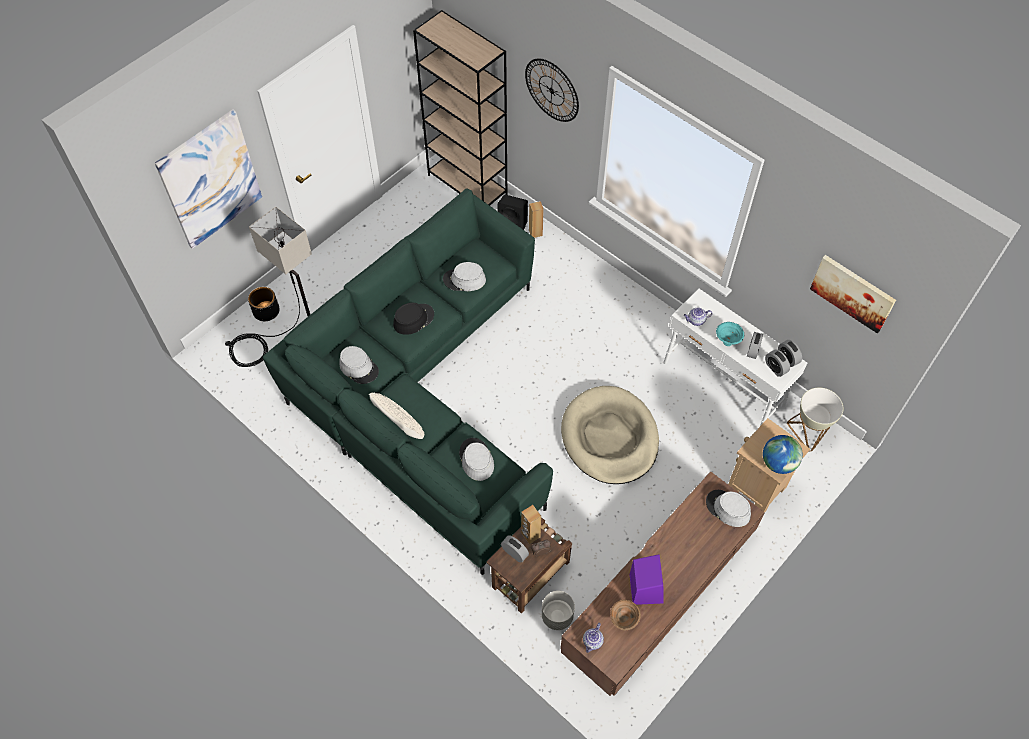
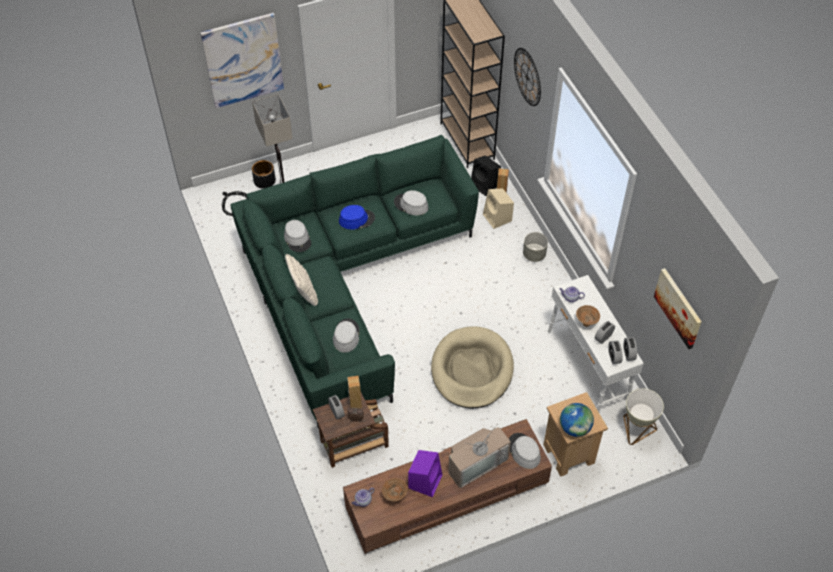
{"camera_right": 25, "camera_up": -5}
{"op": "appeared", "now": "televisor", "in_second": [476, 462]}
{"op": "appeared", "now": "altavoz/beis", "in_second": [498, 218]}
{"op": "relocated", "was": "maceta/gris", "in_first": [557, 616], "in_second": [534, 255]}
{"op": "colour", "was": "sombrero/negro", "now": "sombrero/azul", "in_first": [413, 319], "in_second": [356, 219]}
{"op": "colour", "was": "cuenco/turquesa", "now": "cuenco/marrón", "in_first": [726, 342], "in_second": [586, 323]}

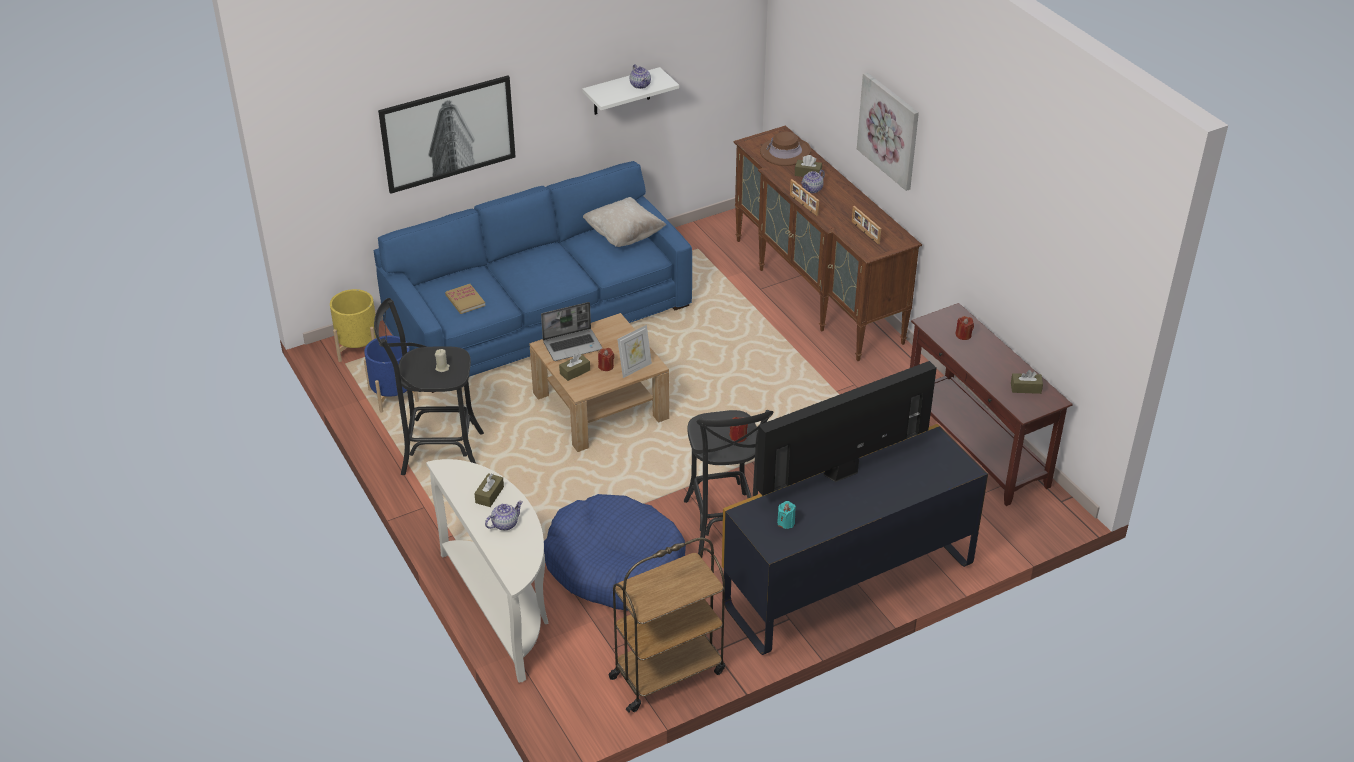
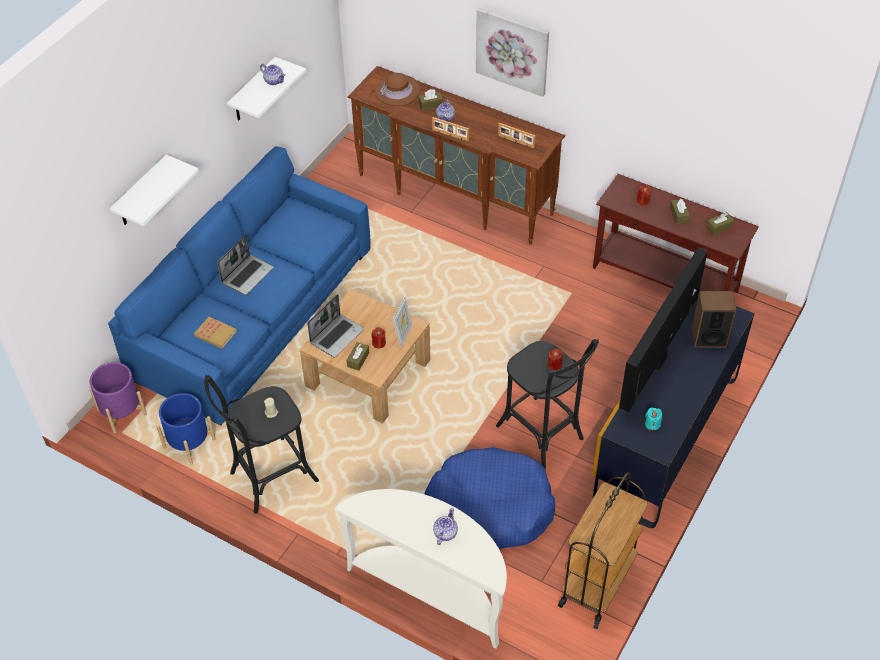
{"camera_right": -30, "camera_up": 10}
{"op": "missing", "was": "cojín/beis", "in_first": [624, 236]}
{"op": "appeared", "now": "portátil", "in_second": [247, 275]}
{"op": "appeared", "now": "altavoz", "in_second": [708, 337]}
{"op": "relocated", "was": "caja de pañuelos/marrón", "in_first": [489, 495], "in_second": [679, 215]}
{"op": "exchanged", "was": "cuadro", "now": "estante/blanco", "in_first": [448, 133], "in_second": [141, 193]}
{"op": "colour", "was": "maceta/amarillo", "now": "maceta/morado", "in_first": [358, 348], "in_second": [122, 412]}

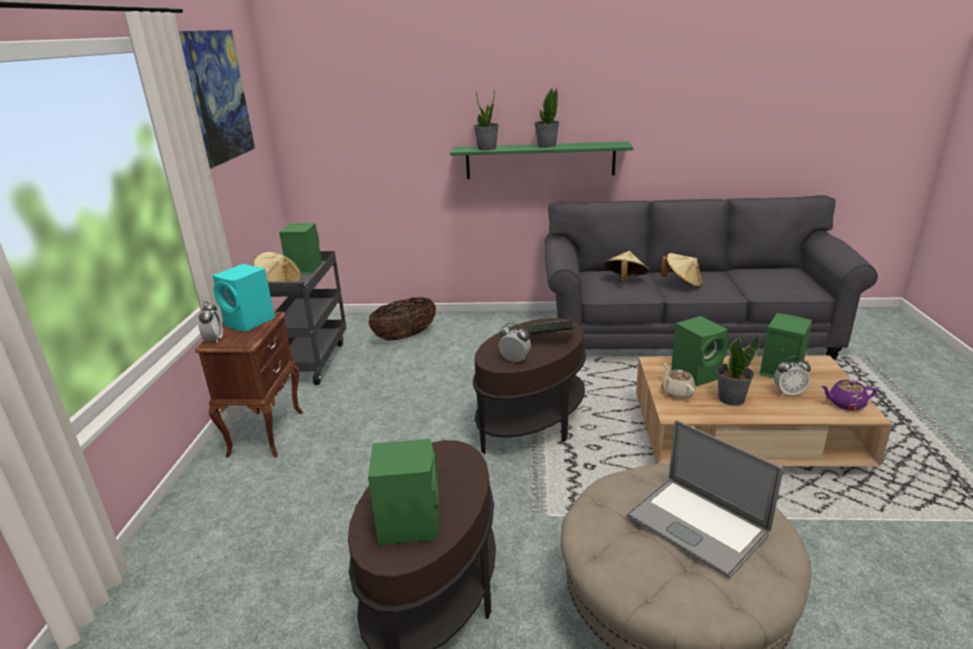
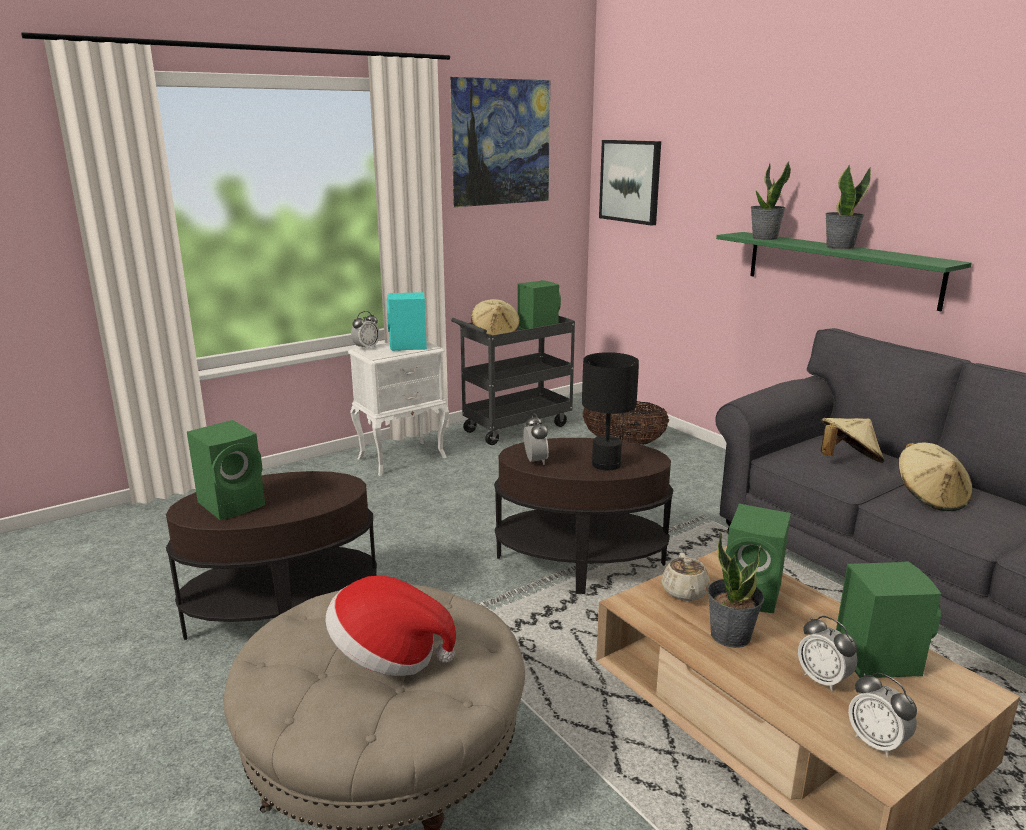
{"camera_right": 50, "camera_up": -5}
{"op": "appeared", "now": "cuadro", "in_second": [630, 181]}
{"op": "exchanged", "was": "libro", "now": "lámpara de mesa/negro", "in_first": [551, 340], "in_second": [606, 464]}
{"op": "exchanged", "was": "portátil", "now": "sombrero", "in_first": [696, 525], "in_second": [388, 656]}
{"op": "exchanged", "was": "tetera/morado", "now": "despertador", "in_first": [845, 404], "in_second": [876, 742]}
{"op": "colour", "was": "mesita de noche/marrón", "now": "mesita de noche/blanco", "in_first": [266, 433], "in_second": [402, 458]}
{"op": "spun", "was": "tetera/beis", "in_first": [677, 392], "in_second": [684, 592], "clockwise": 150}

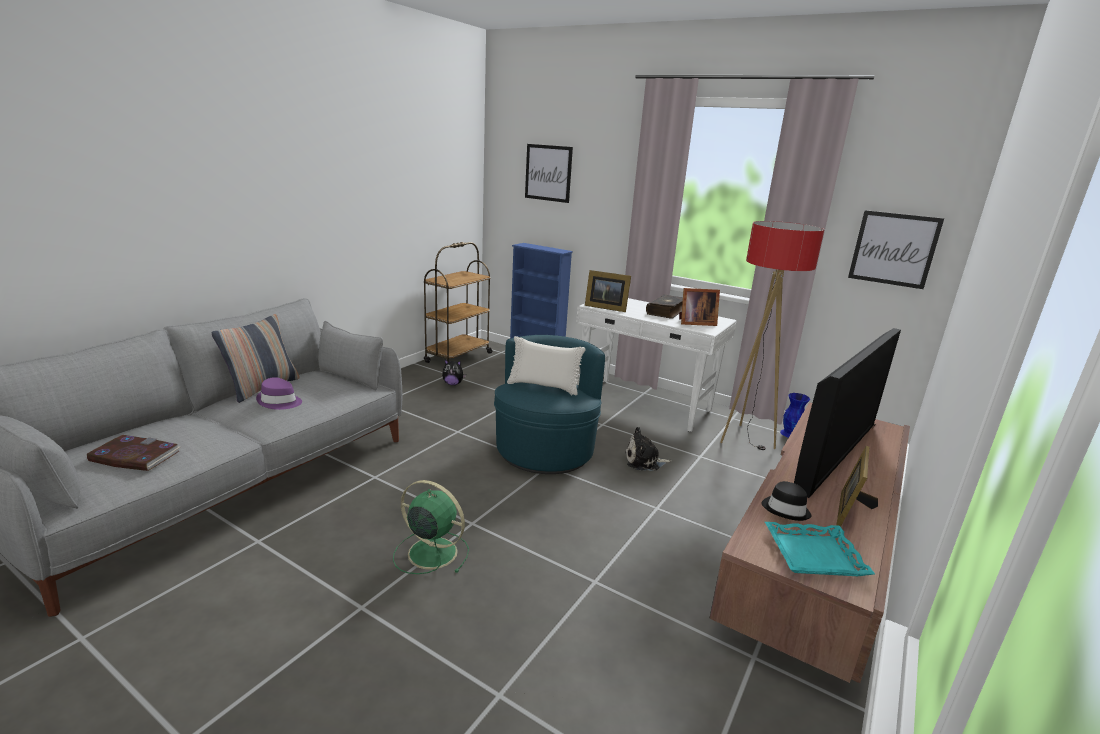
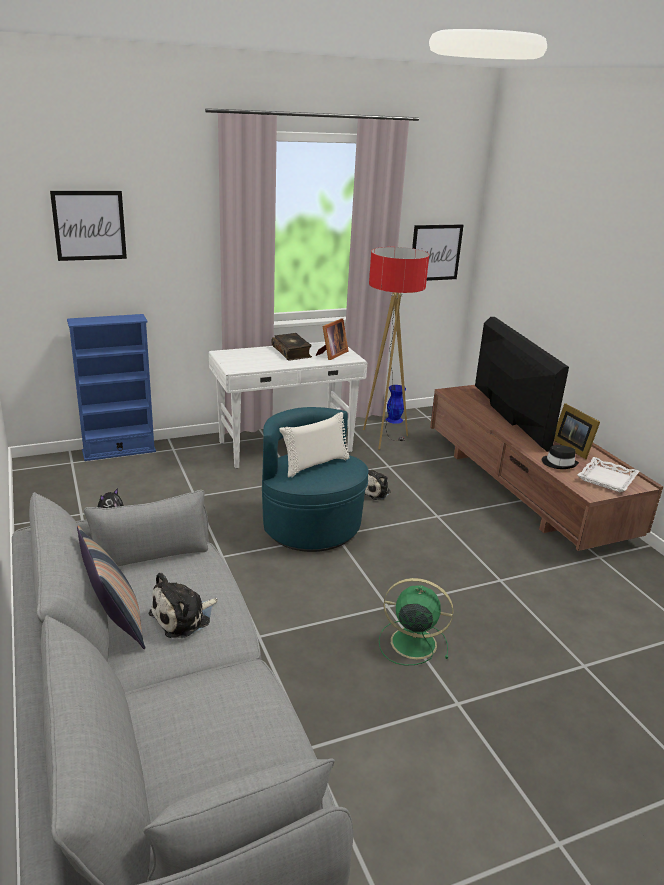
{"camera_right": -55, "camera_up": 5}
{"op": "missing", "was": "libro", "in_first": [134, 456]}
{"op": "missing", "was": "carrito/marrón", "in_first": [457, 358]}
{"op": "missing", "was": "portarretratos", "in_first": [605, 307]}
{"op": "exchanged", "was": "sombrero/morado", "now": "peluche", "in_first": [279, 402], "in_second": [183, 617]}
{"op": "colour", "was": "bandeja/turquesa", "now": "bandeja/blanco", "in_first": [814, 555], "in_second": [607, 479]}
{"op": "spun", "was": "ventilador/verde", "in_first": [430, 552], "in_second": [411, 642], "clockwise": 45}

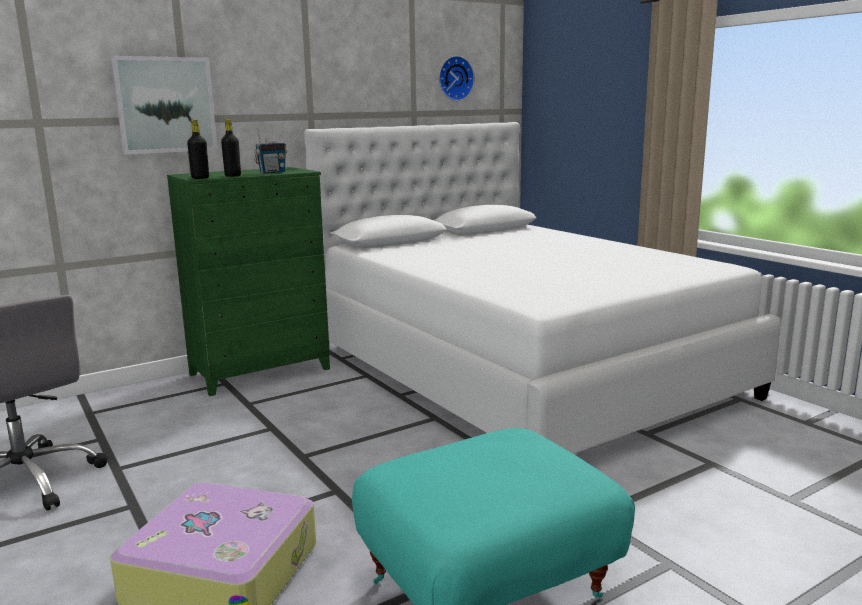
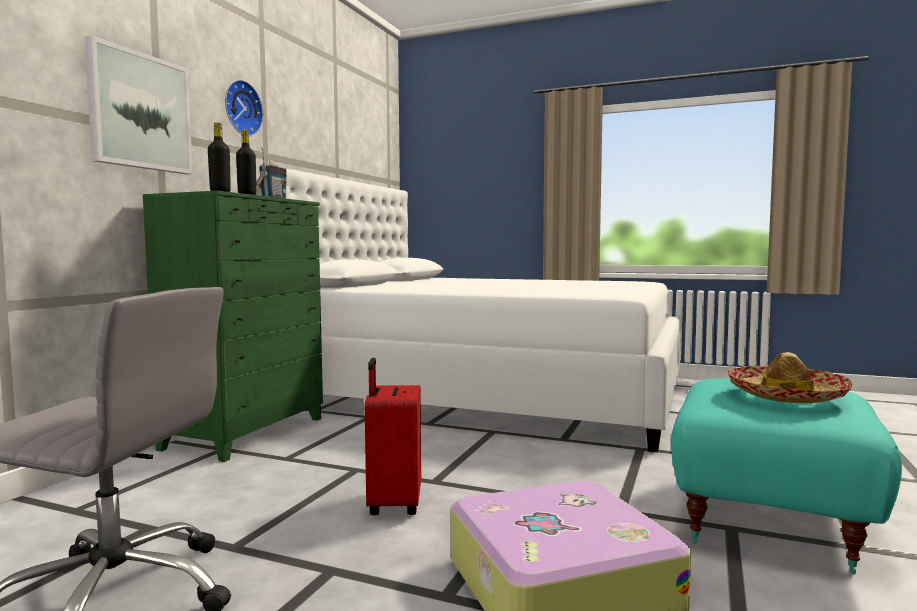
{"camera_right": -35, "camera_up": -10}
{"op": "appeared", "now": "maleta/rojo", "in_second": [393, 504]}
{"op": "appeared", "now": "sombrero", "in_second": [785, 396]}
{"op": "relocated", "was": "reloj de pared", "in_first": [454, 78], "in_second": [241, 108]}

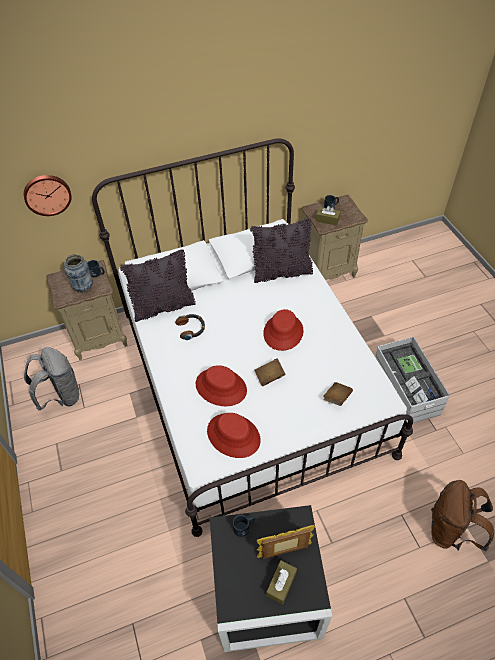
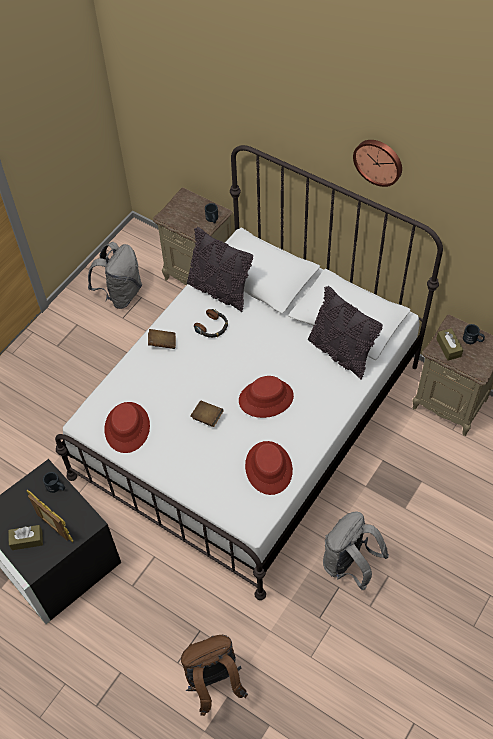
{"camera_right": 55, "camera_up": 5}
{"op": "missing", "was": "florero", "in_first": [83, 288]}
{"op": "relocated", "was": "reloj de pared", "in_first": [47, 194], "in_second": [379, 161]}
{"op": "relocated", "was": "sombrero/rojo", "in_first": [221, 387], "in_second": [269, 468]}
{"op": "relocated", "was": "libro/marrón", "in_first": [337, 398], "in_second": [162, 343]}
{"op": "exchanged", "was": "caja de almacenaje/gris", "now": "mochila/gris", "in_first": [406, 389], "in_second": [349, 565]}

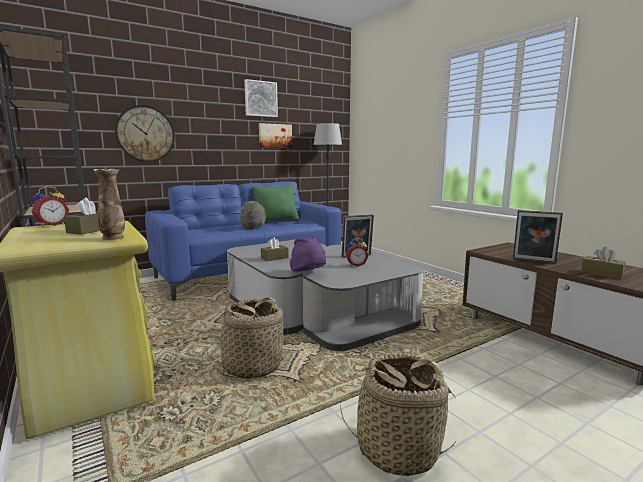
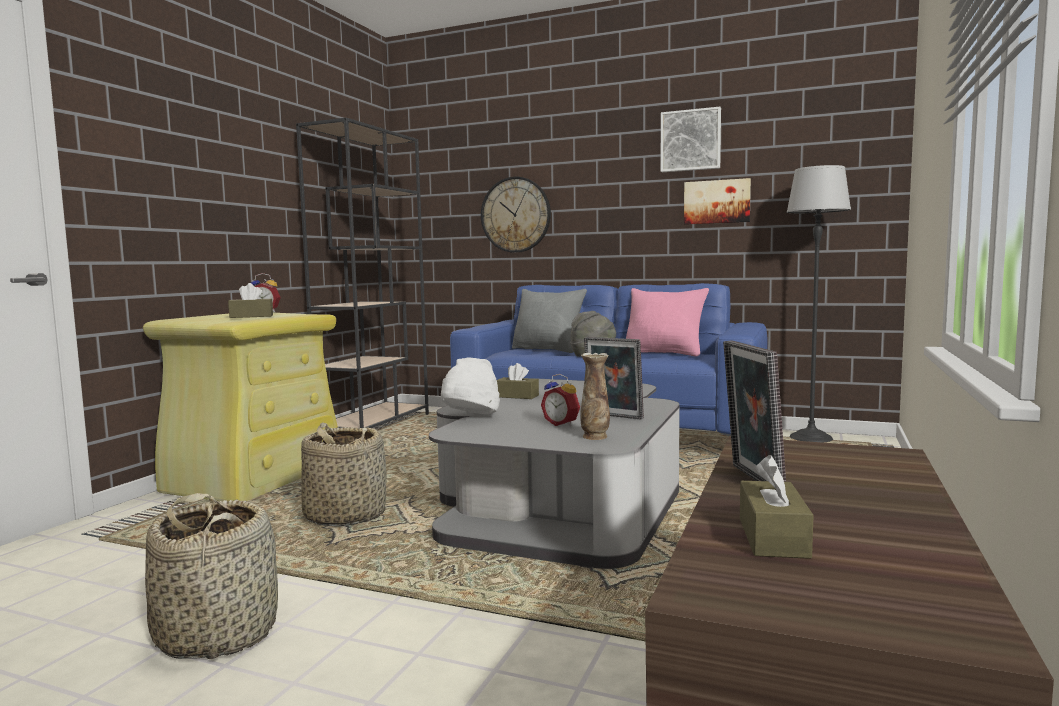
{"camera_right": 55, "camera_up": -5}
{"op": "appeared", "now": "cojín/gris", "in_second": [548, 350]}
{"op": "relocated", "was": "florero", "in_first": [113, 238], "in_second": [595, 437]}
{"op": "colour", "was": "cojín/verde", "now": "cojín/rosa", "in_first": [277, 221], "in_second": [664, 353]}
{"op": "colour", "was": "sombrero/morado", "now": "sombrero/blanco", "in_first": [309, 274], "in_second": [470, 418]}

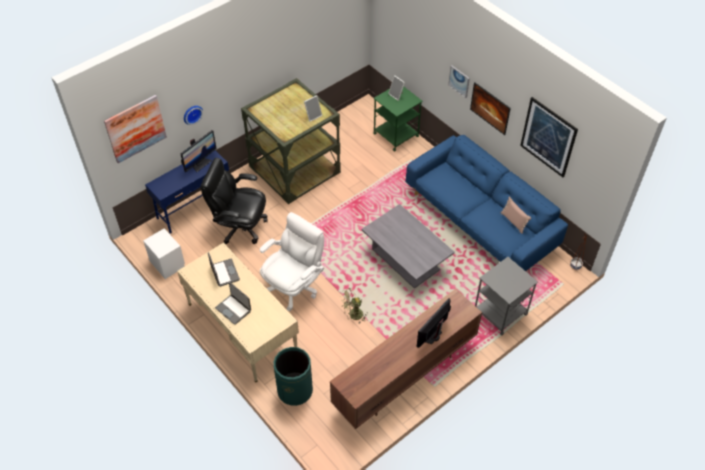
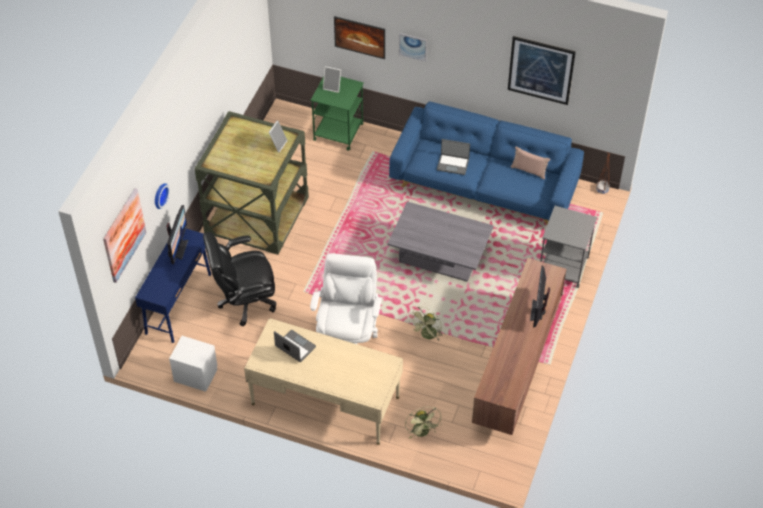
{"camera_right": -30, "camera_up": 0}
{"op": "relocated", "was": "portátil", "in_first": [234, 309], "in_second": [453, 164]}
{"op": "relocated", "was": "cuadro", "in_first": [489, 115], "in_second": [360, 44]}
{"op": "exchanged", "was": "papelera/verde", "now": "ventilador/verde", "in_first": [295, 390], "in_second": [423, 433]}

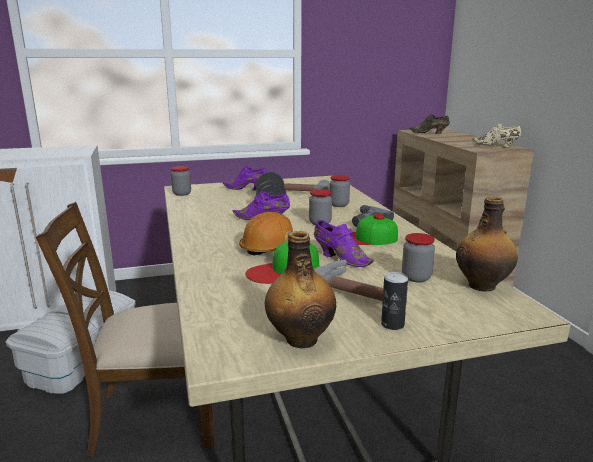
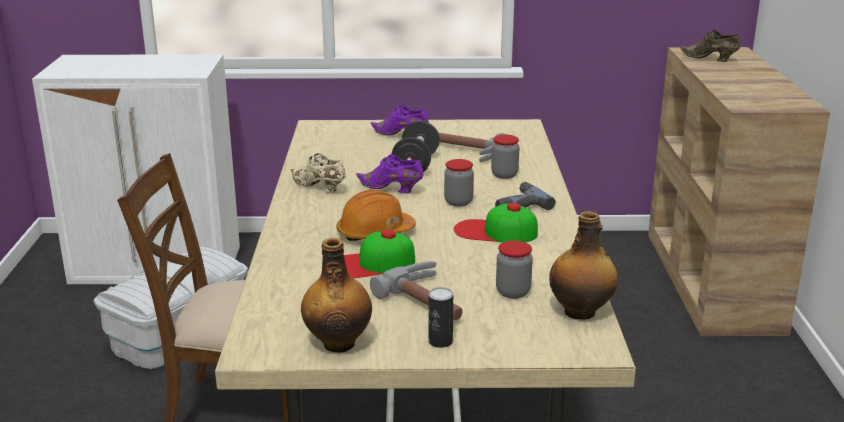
{"camera_right": 15, "camera_up": 5}
{"op": "missing", "was": "tarro", "in_first": [182, 194]}
{"op": "missing", "was": "zapato/morado", "in_first": [340, 258]}
{"op": "relocated", "was": "zapato/beis", "in_first": [496, 146], "in_second": [319, 187]}

